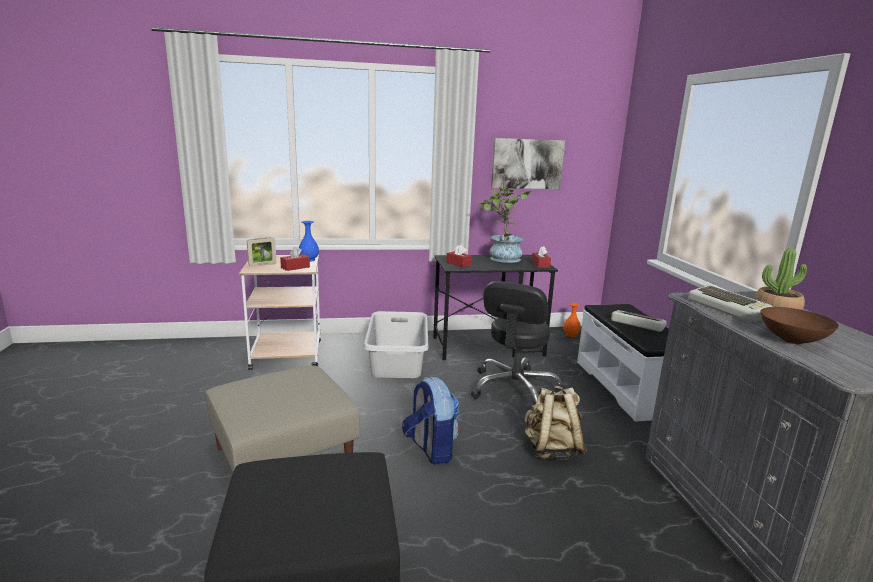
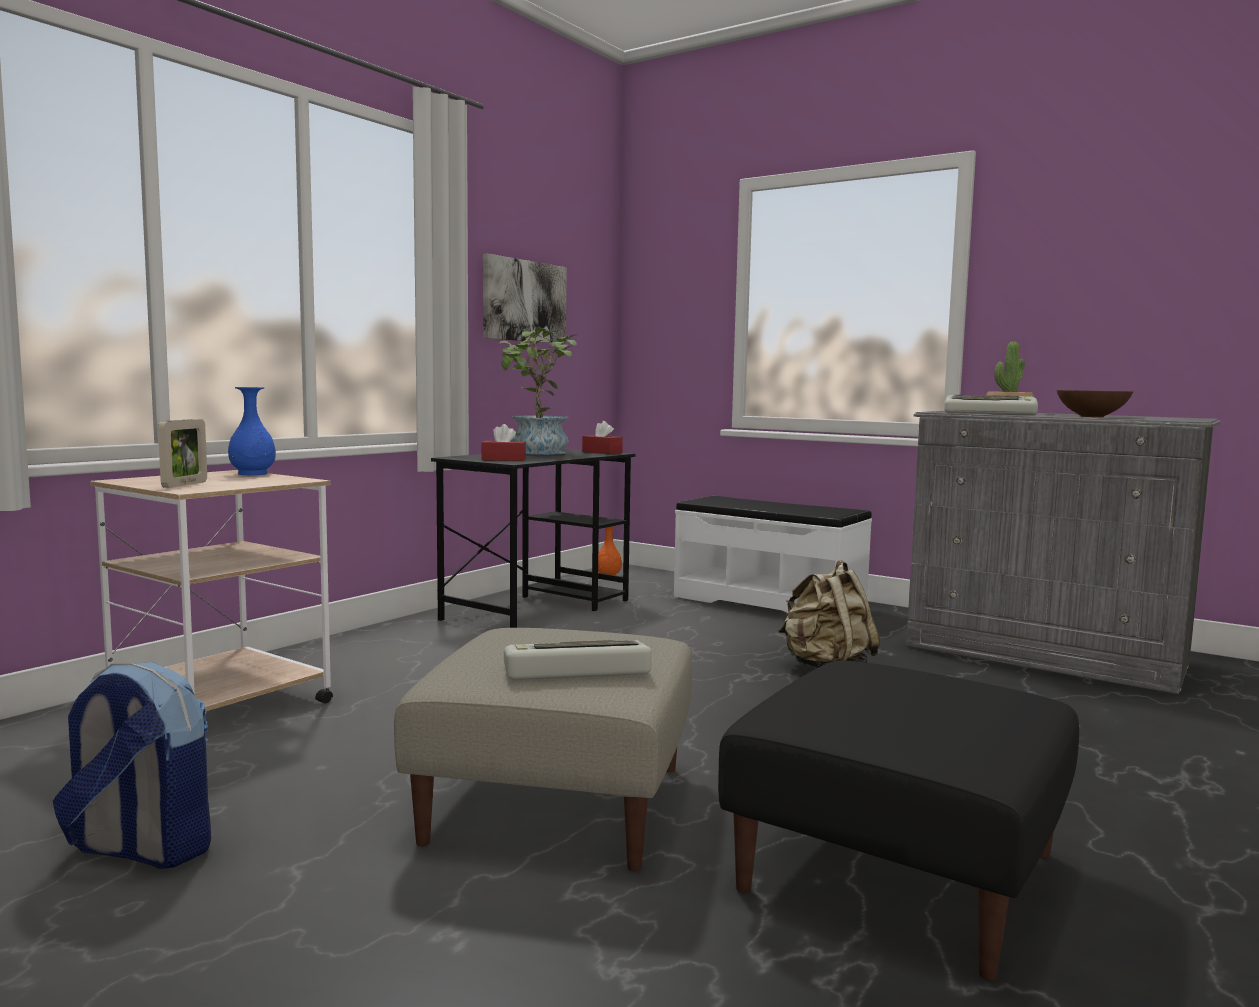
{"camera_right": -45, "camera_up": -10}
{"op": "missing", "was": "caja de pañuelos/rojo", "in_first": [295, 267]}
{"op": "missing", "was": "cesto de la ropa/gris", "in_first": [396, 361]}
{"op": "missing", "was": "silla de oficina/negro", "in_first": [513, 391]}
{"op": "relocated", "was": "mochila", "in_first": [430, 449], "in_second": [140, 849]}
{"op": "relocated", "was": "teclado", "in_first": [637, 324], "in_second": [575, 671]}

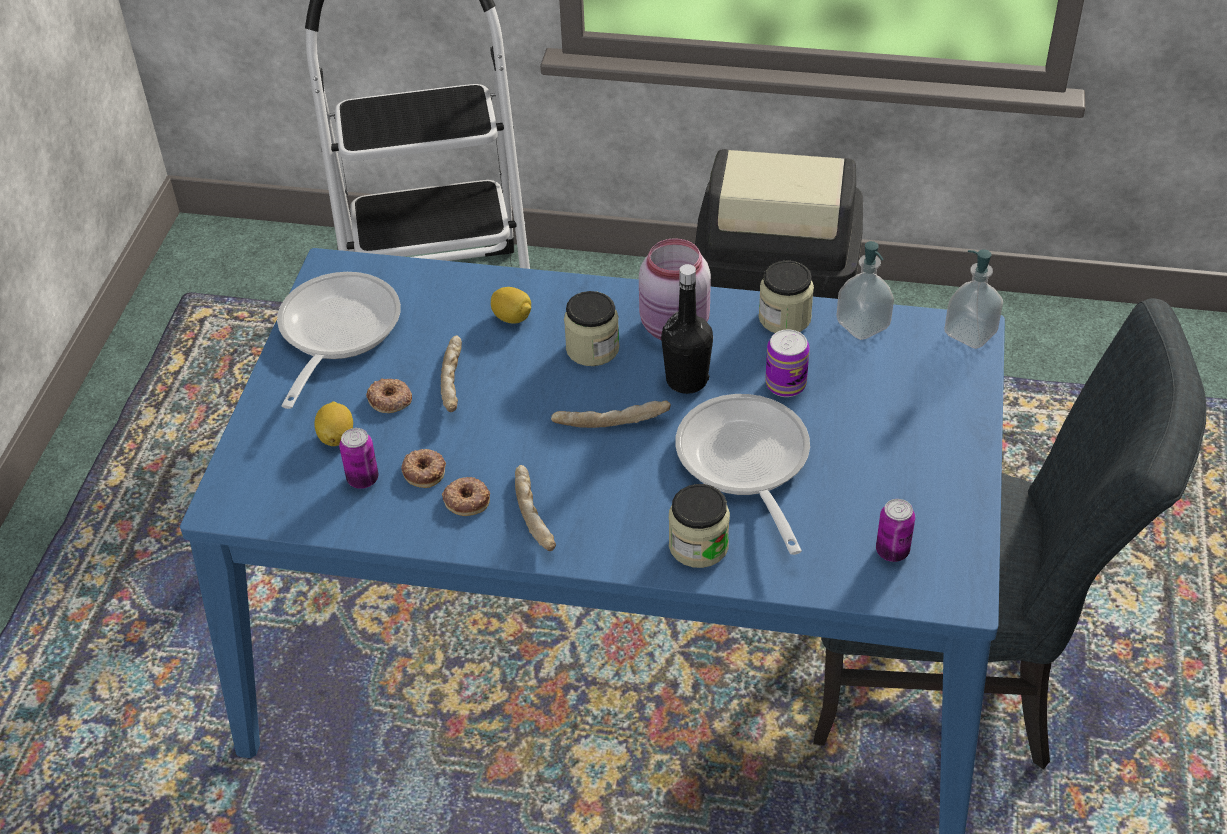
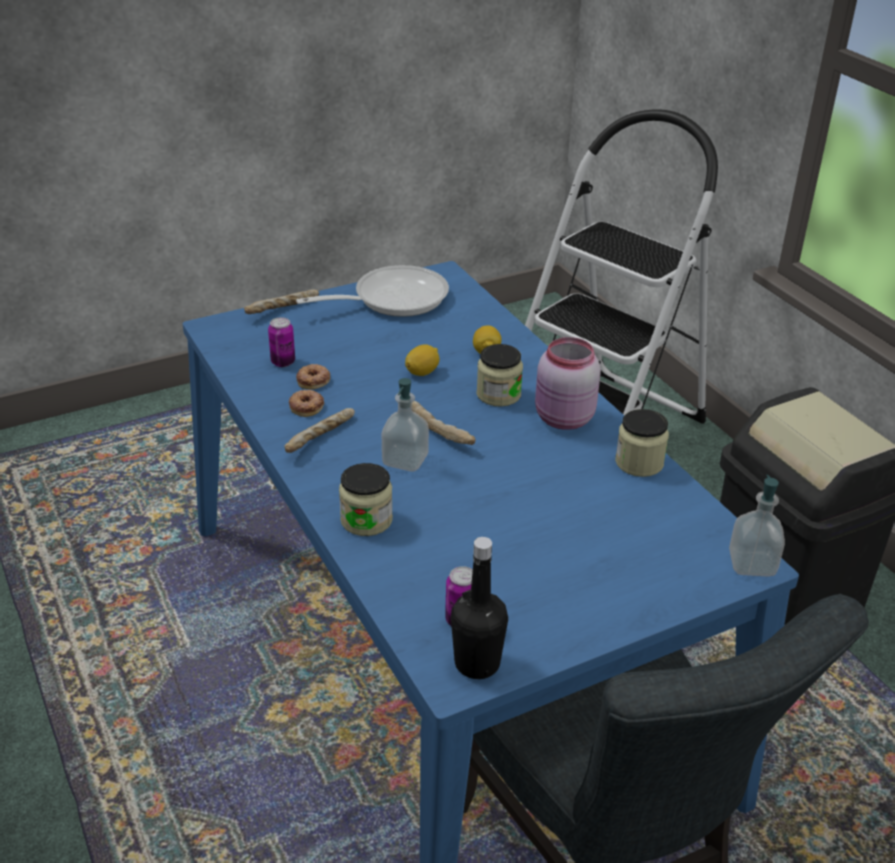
{"camera_right": 50, "camera_up": -10}
{"op": "missing", "was": "rosquilla", "in_first": [389, 400]}
{"op": "missing", "was": "sartén", "in_first": [745, 464]}
{"op": "missing", "was": "lata", "in_first": [785, 384]}
{"op": "relocated", "was": "limón", "in_first": [336, 437], "in_second": [422, 372]}
{"op": "relocated", "was": "pan", "in_first": [455, 382], "in_second": [283, 310]}
{"op": "relocated", "was": "botella/negro", "in_first": [686, 380], "in_second": [477, 663]}
{"op": "relocated", "was": "dispensador de jabón", "in_first": [862, 325], "in_second": [405, 460]}

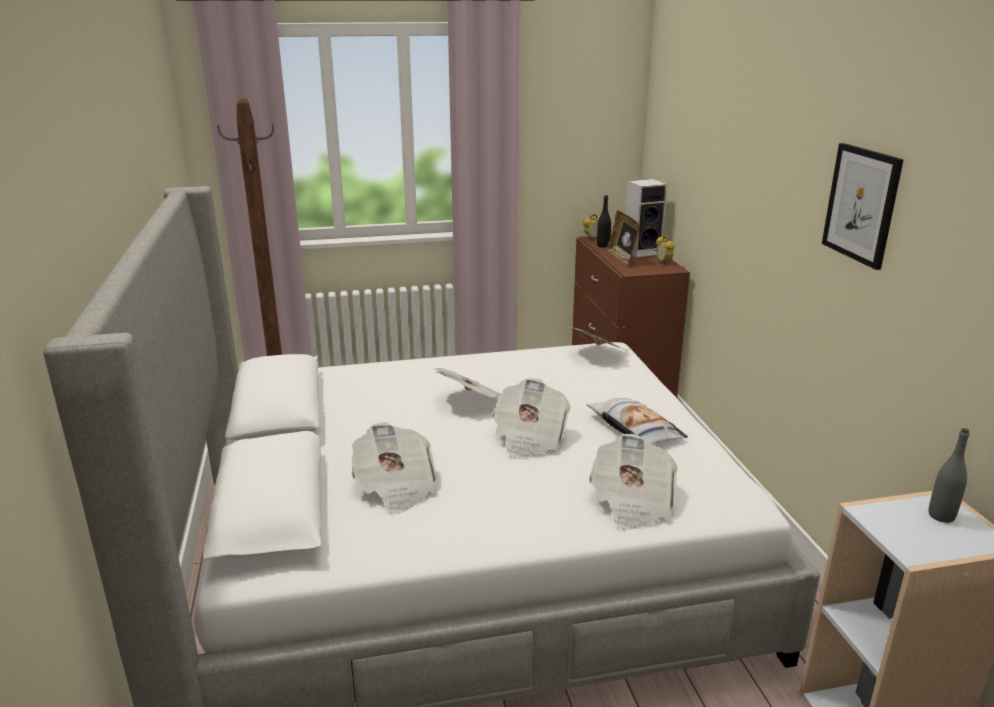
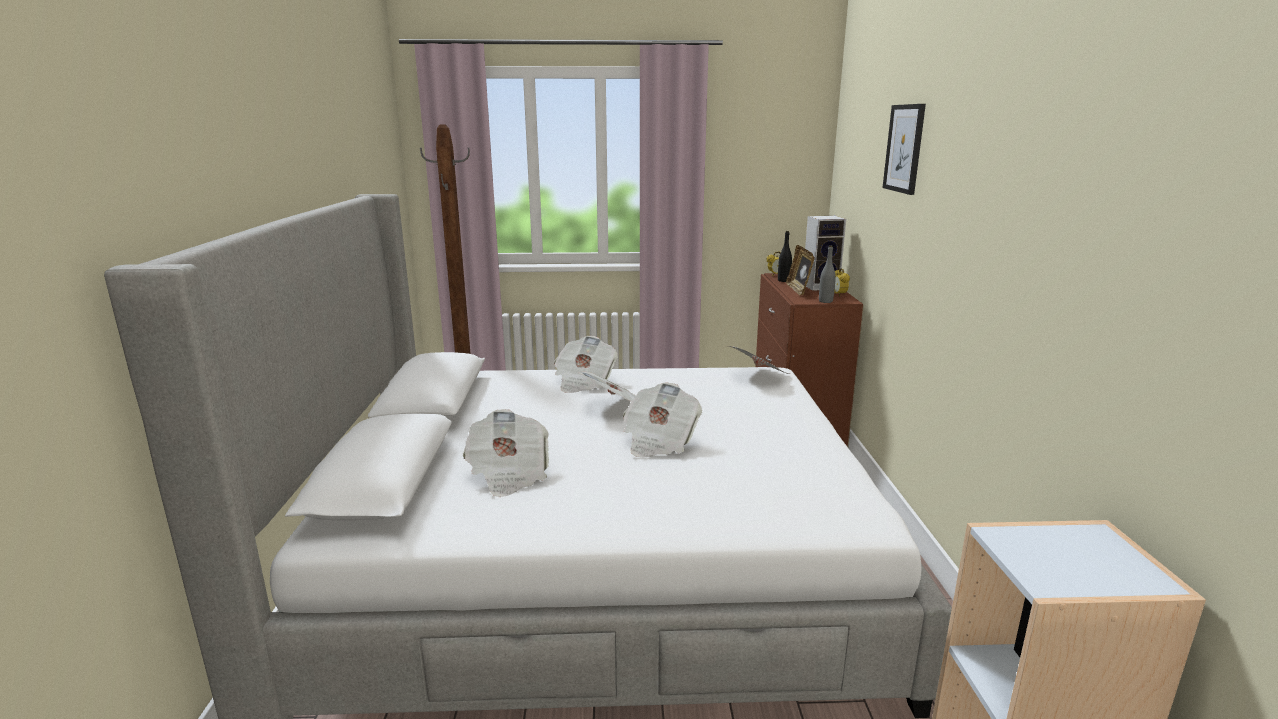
{"camera_right": 10, "camera_up": -5}
{"op": "missing", "was": "cojín", "in_first": [634, 428]}
{"op": "relocated", "was": "periódico", "in_first": [632, 503], "in_second": [584, 381]}
{"op": "relocated", "was": "cuadro", "in_first": [861, 204], "in_second": [904, 148]}
{"op": "relocated", "was": "botella/gris", "in_first": [941, 516], "in_second": [825, 301]}

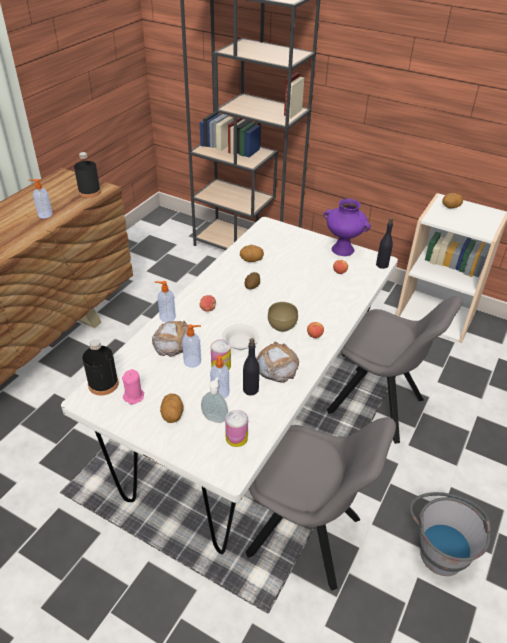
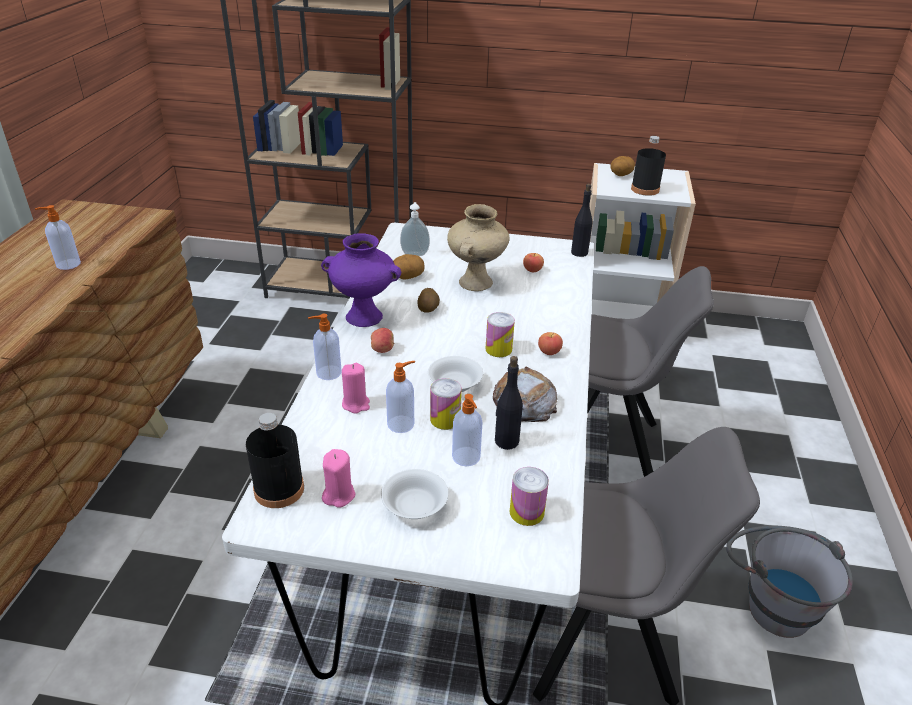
{"camera_right": -20, "camera_up": -5}
{"op": "appeared", "now": "florero/beis", "in_second": [476, 283]}
{"op": "relocated", "was": "botella/negro", "in_first": [89, 192], "in_second": [645, 189]}
{"op": "relocated", "was": "dispensador de jabón", "in_first": [215, 417], "in_second": [415, 253]}
{"op": "relocated", "was": "florero/morado", "in_first": [343, 249], "in_second": [365, 316]}
{"op": "exchanged", "was": "pan", "now": "vela/rosa", "in_first": [173, 342], "in_second": [356, 404]}
{"op": "exchanged", "was": "patata", "now": "cuenco/blanco", "in_first": [172, 415], "in_second": [414, 506]}
{"op": "exchanged", "was": "cuenco/marrón", "now": "lata", "in_first": [282, 325], "in_second": [498, 349]}

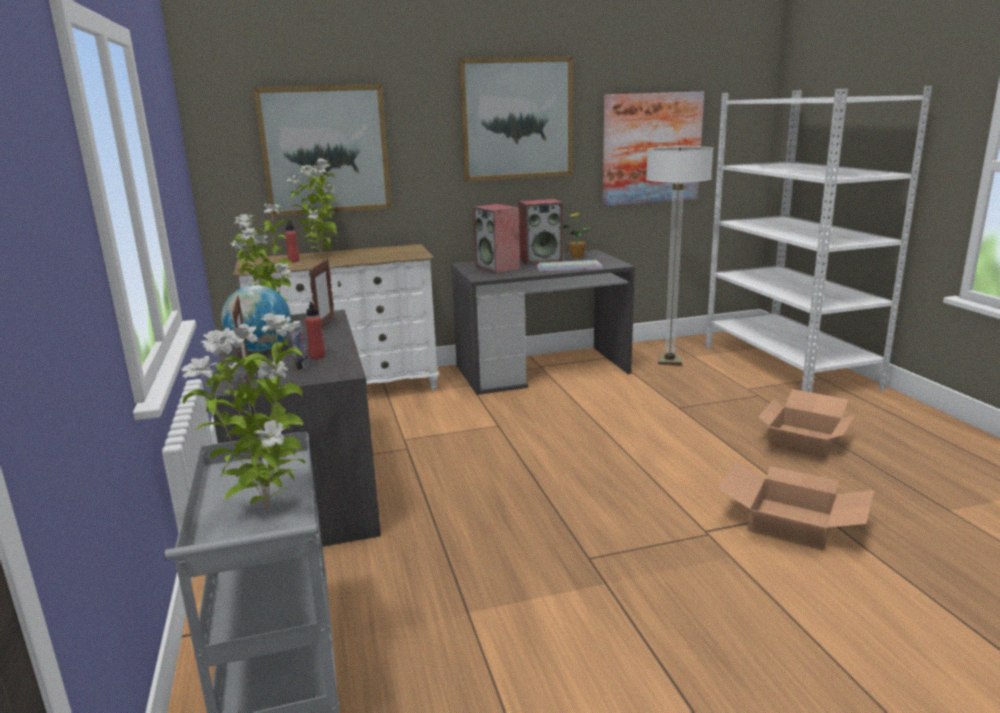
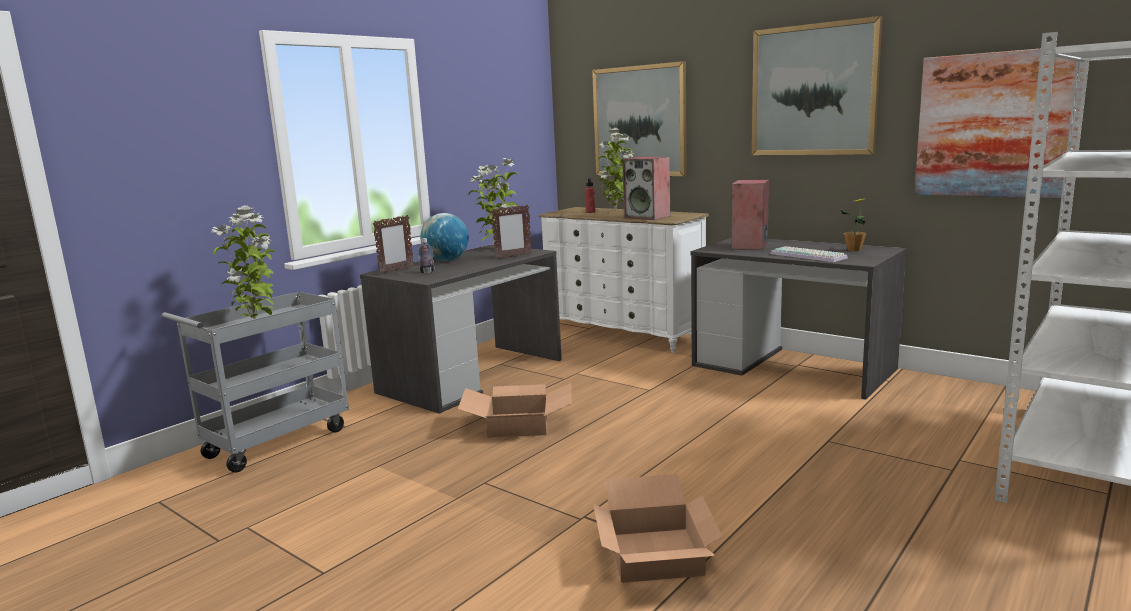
{"camera_right": 55, "camera_up": -5}
{"op": "missing", "was": "botella/rojo", "in_first": [317, 356]}
{"op": "missing", "was": "lámpara de pie", "in_first": [669, 361]}
{"op": "relocated", "was": "altavoz", "in_first": [541, 260], "in_second": [648, 217]}
{"op": "relocated", "was": "caja de cartón", "in_first": [802, 439], "in_second": [519, 424]}

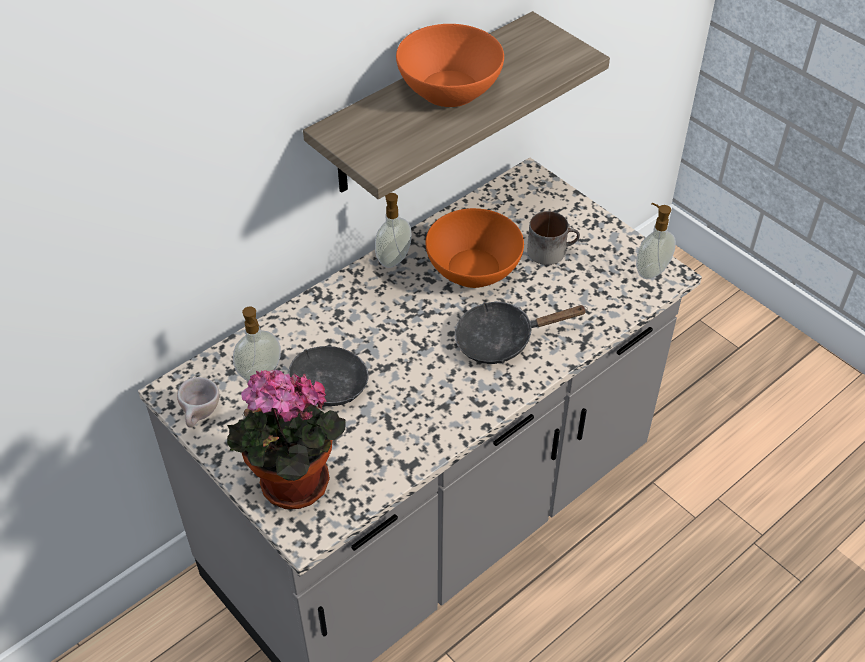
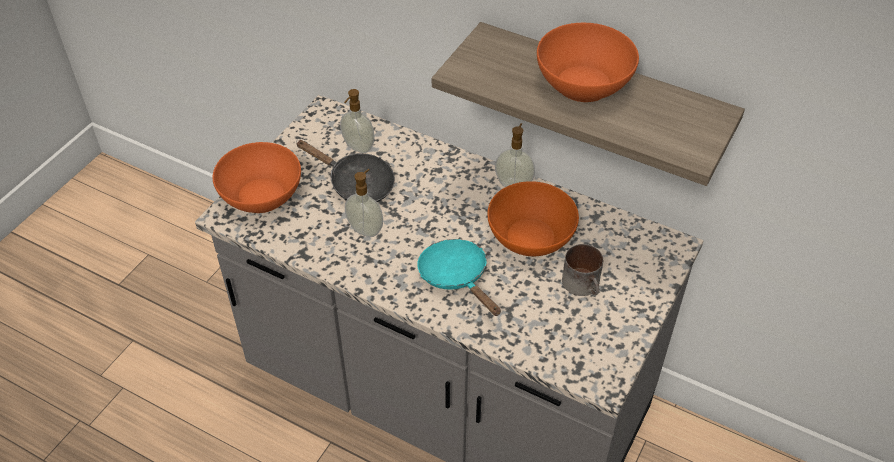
{"camera_right": 70, "camera_up": 0}
{"op": "missing", "was": "taza/beis", "in_first": [200, 417]}
{"op": "relocated", "was": "dispensador de jabón", "in_first": [650, 270], "in_second": [366, 229]}
{"op": "exchanged", "was": "planta en maceta", "now": "cuenco/naranja", "in_first": [291, 488], "in_second": [261, 196]}
{"op": "colour", "was": "sartén/negro", "now": "sartén/turquesa", "in_first": [502, 340], "in_second": [456, 277]}

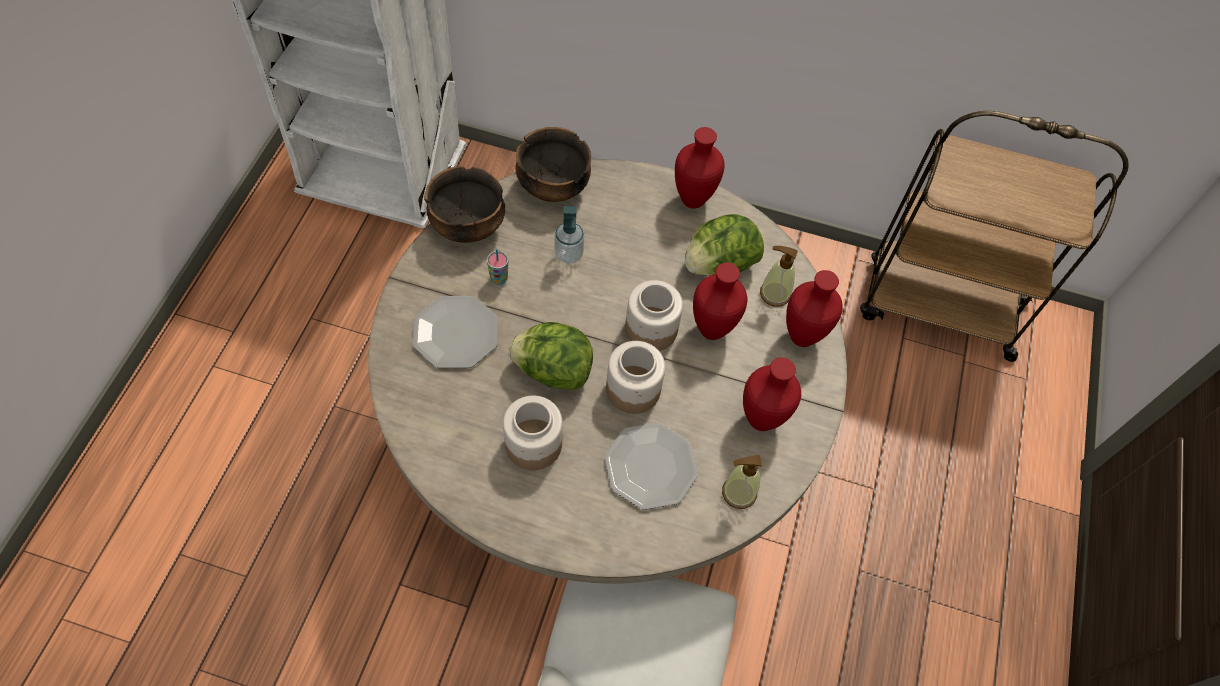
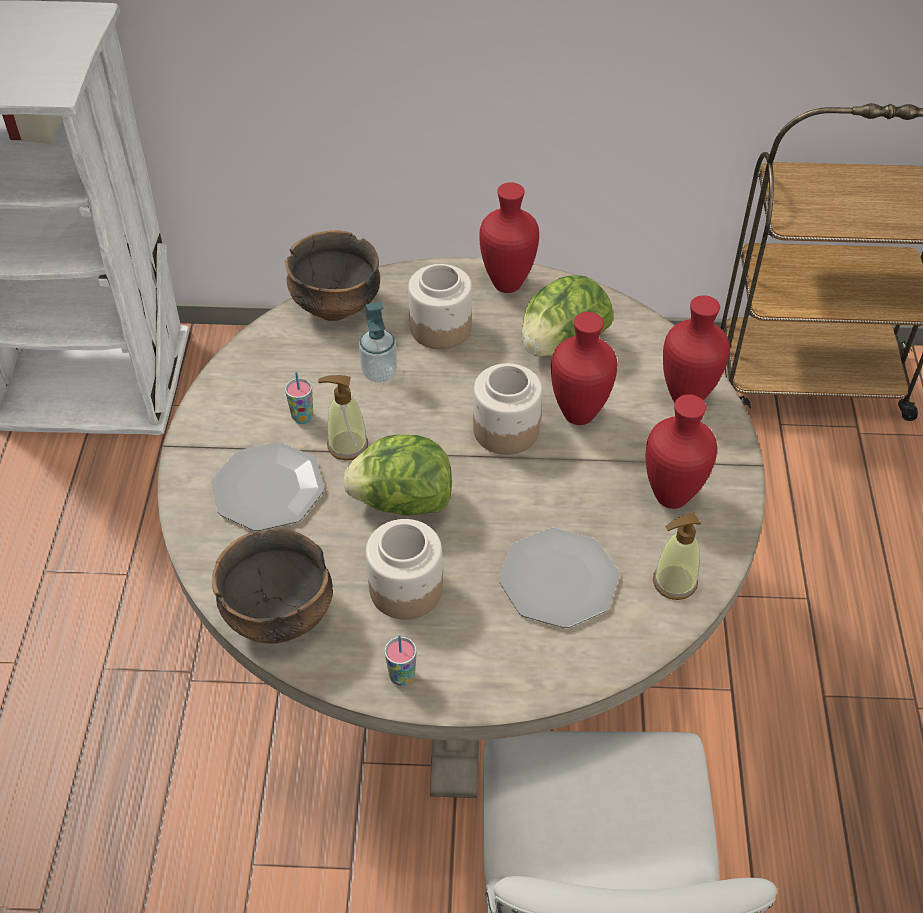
{"camera_right": -10, "camera_up": -10}
{"op": "appeared", "now": "taza", "in_second": [402, 677]}
{"op": "relocated", "was": "cuenco", "in_first": [467, 227], "in_second": [279, 616]}
{"op": "relocated", "was": "tarro", "in_first": [633, 389], "in_second": [441, 327]}
{"op": "relocated", "was": "dispensador de jabón", "in_first": [774, 294], "in_second": [347, 445]}

